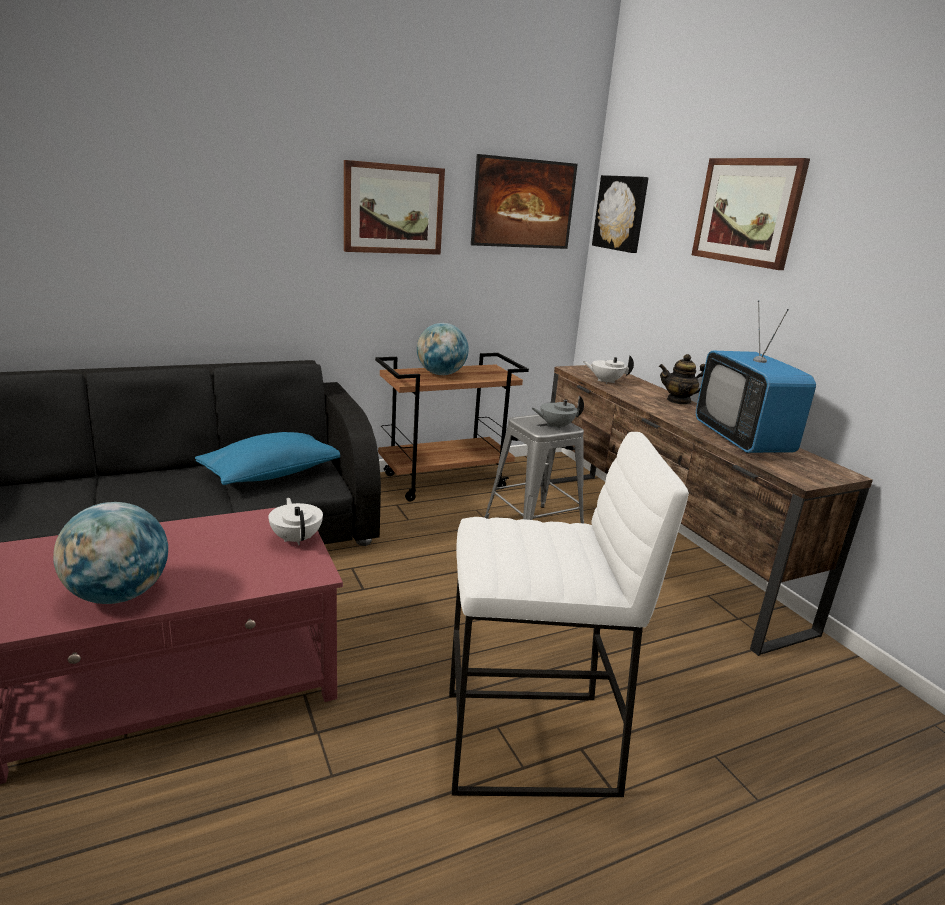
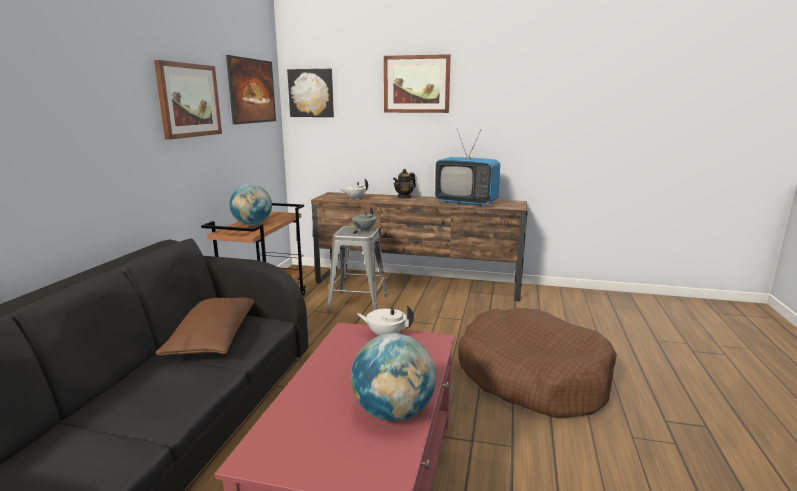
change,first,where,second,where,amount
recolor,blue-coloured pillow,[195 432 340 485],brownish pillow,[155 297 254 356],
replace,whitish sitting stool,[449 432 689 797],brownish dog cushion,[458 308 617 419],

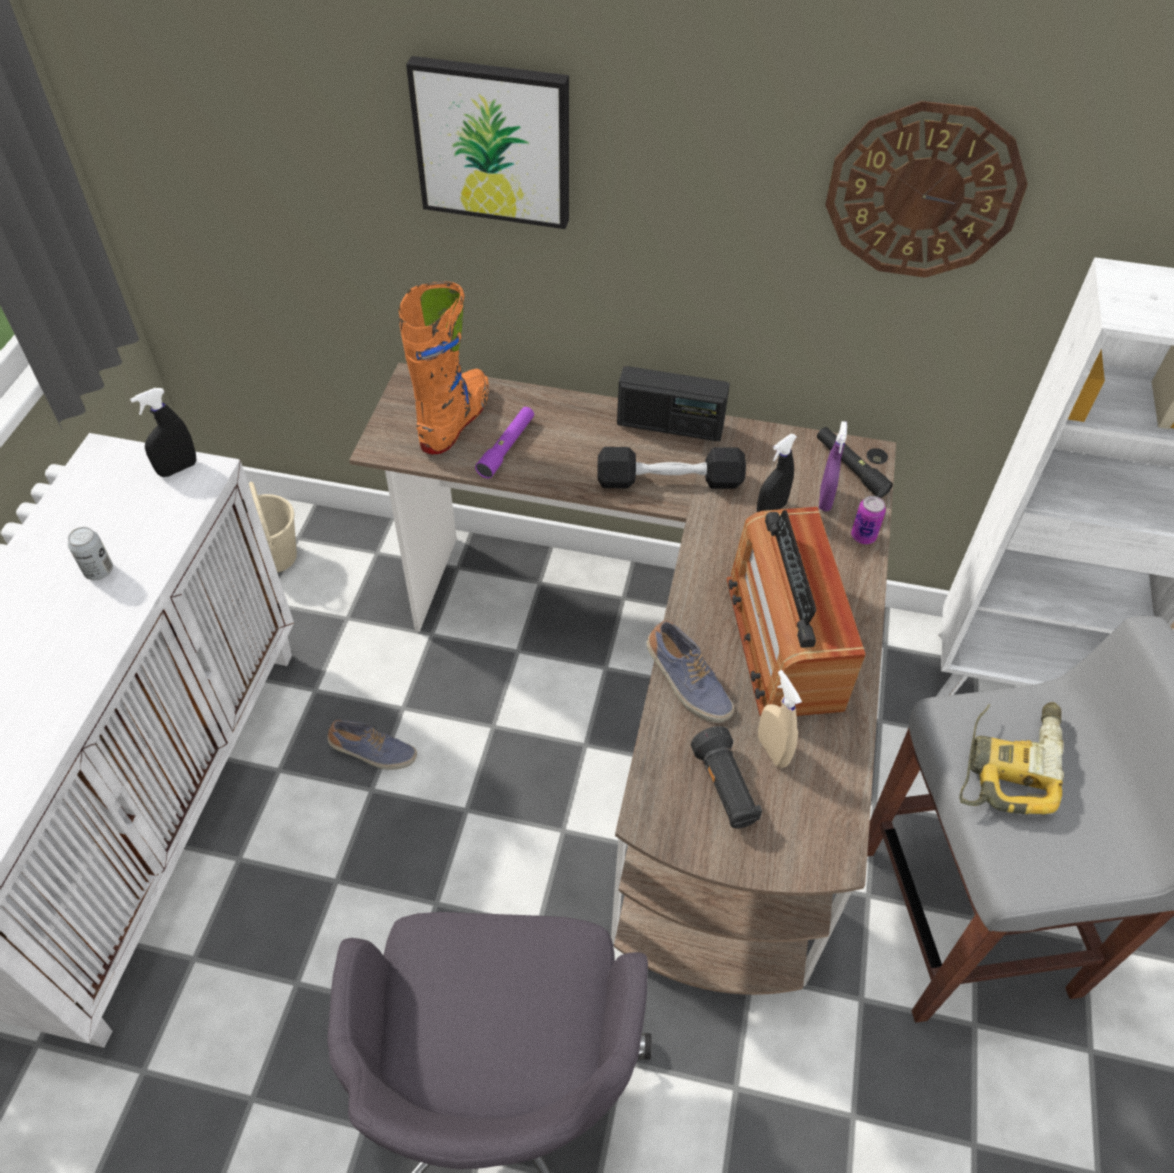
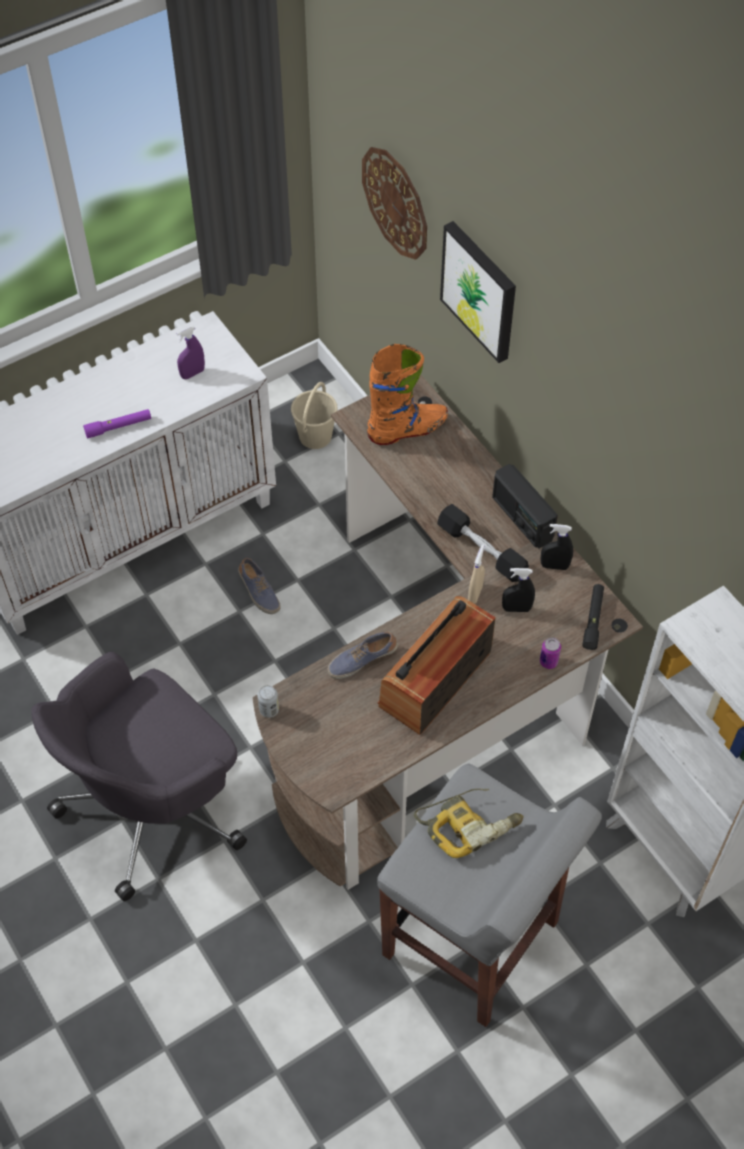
change,first,where,second,where,amount
move,hanging clock,[825 101 1028 278],,[362 147 427 260],
move,black-coloured spray bottle,[130 388 197 477],,[541 524 573 570],
move,purple torch,[475 407 534 478],,[83 409 151 439],
move,purple spray bottle,[819 421 847 511],,[176 326 205 379],
move,sealed can,[68 527 113 580],,[257 685 279 718],
rotate,item of footwear,[646 620 734 723],,[327 632 398 679],60 degrees clockwise
move,beige spray bottle,[758 670 802 768],,[468 544 485 604],
delete,black-coloured torch,[691 726 762 828],,,

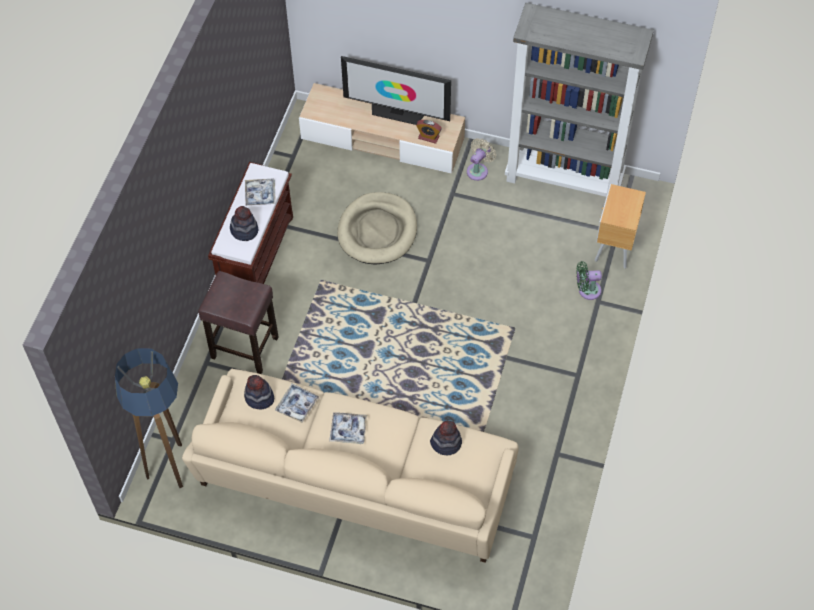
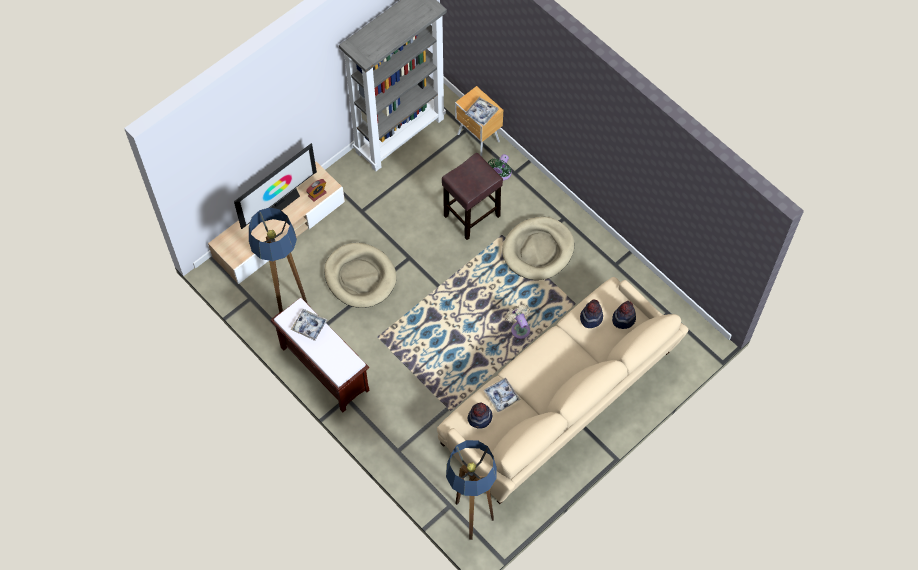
change,first,where,second,where,amount
move,beige cooling fan,[467 138 496 181],,[506 305 530 339],
move,hat,[230 206 258 241],,[612 301 636 329],
move,brownish sitting stool,[198 271 279 374],,[442 153 503 240],
move,tray,[329 412 367 444],,[465 97 499 126],
insert,,,standard lamp,[249 207 308 313],
insert,,,beige dog cushion,[502 216 574 280],

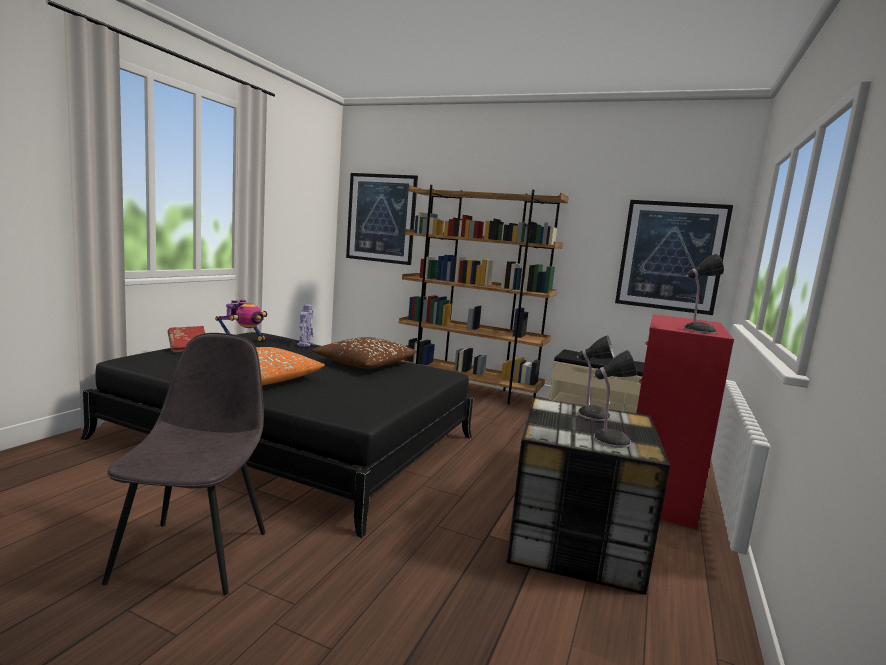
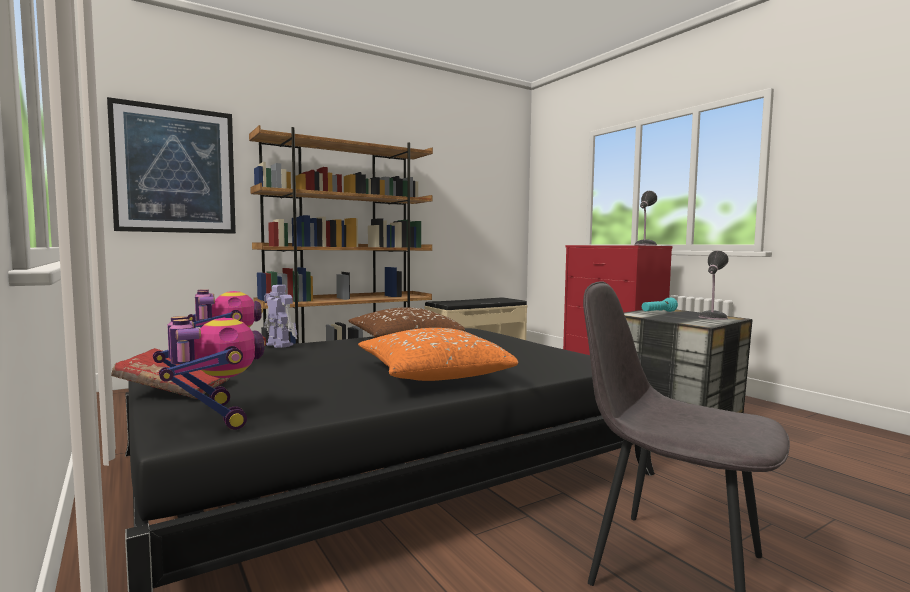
change,first,where,second,where,amount
delete,picture,[615 200 733 315],,,
replace,table lamp,[577 335 614 421],blue-green torch,[642 298 678 312],
insert,,,robot figure,[153 316 265 430],

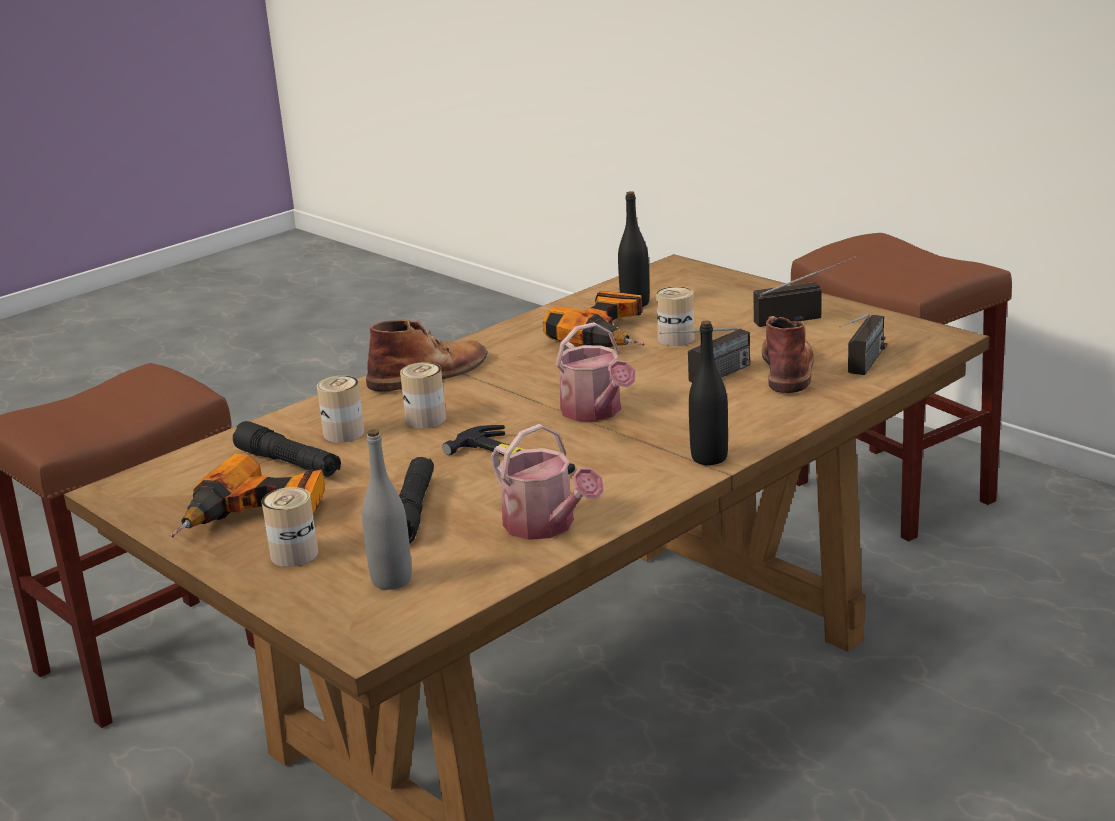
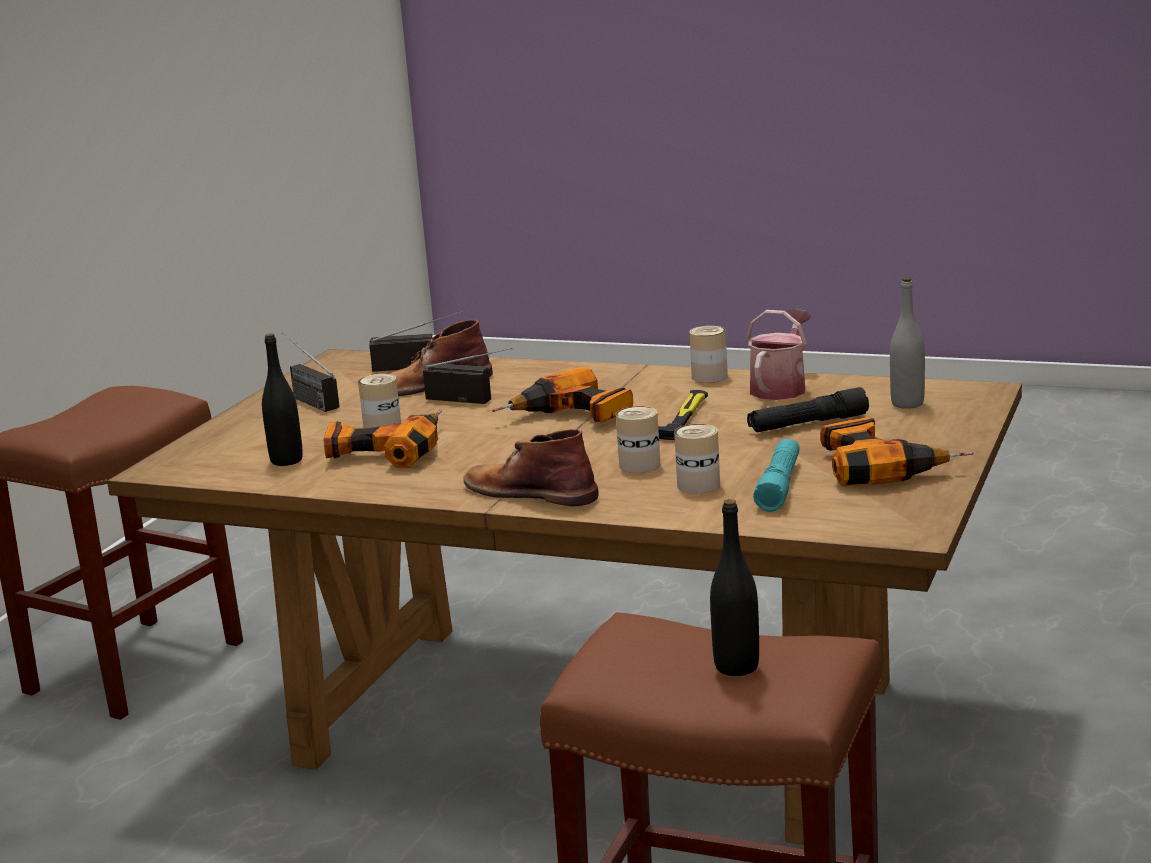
change,first,where,second,where,amount
move,black-coloured beverage bottle,[689 320 728 465],,[710 499 759 676],
replace,watering can,[556 322 635 421],drill,[492 367 633 423],
recolor,black-coloured torch,[233 421 341 477],blue-green torch,[753 439 800 512],
move,sealed can,[261 487 318 567],,[689 326 728 383],

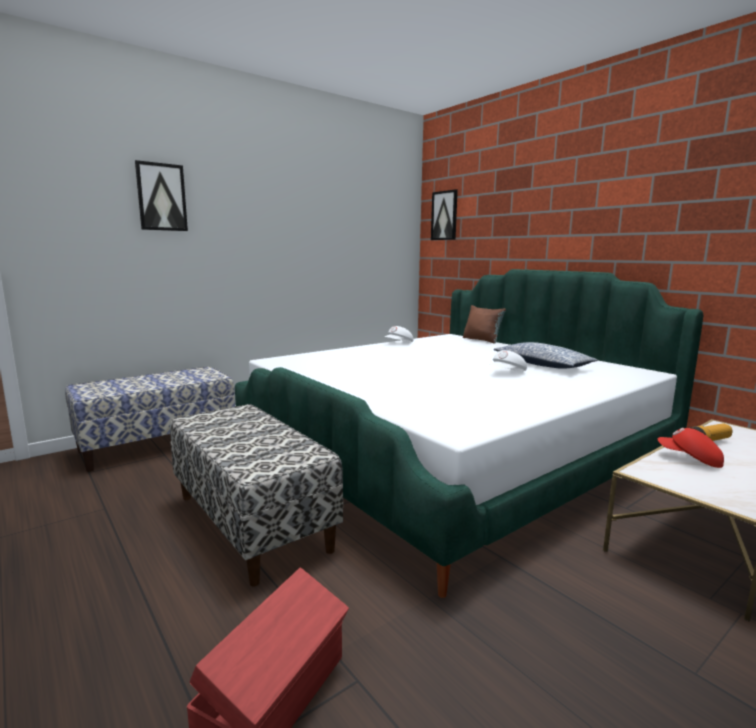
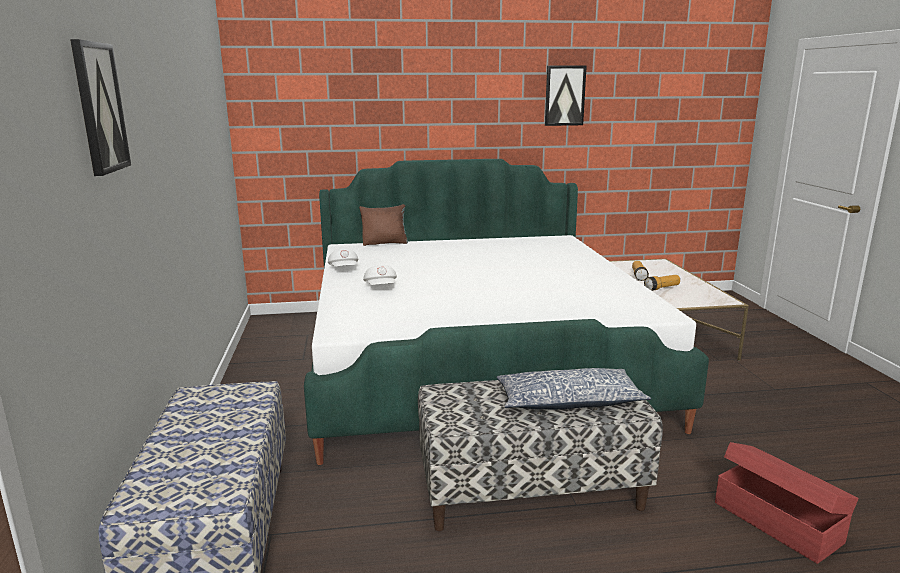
change,first,where,second,where,amount
move,picture,[431 189 458 240],,[545 66 587 126],
move,pillow,[494 342 598 369],,[497 368 651 409],
move,whitish cap,[489 350 527 371],,[363 265 397 285],
replace,reddish cap,[658 428 724 468],torch,[644 275 680 291],

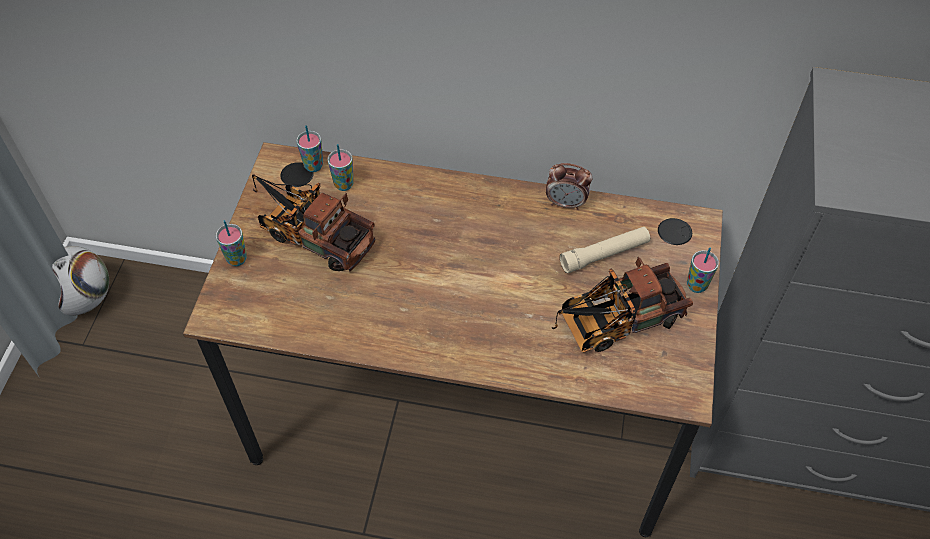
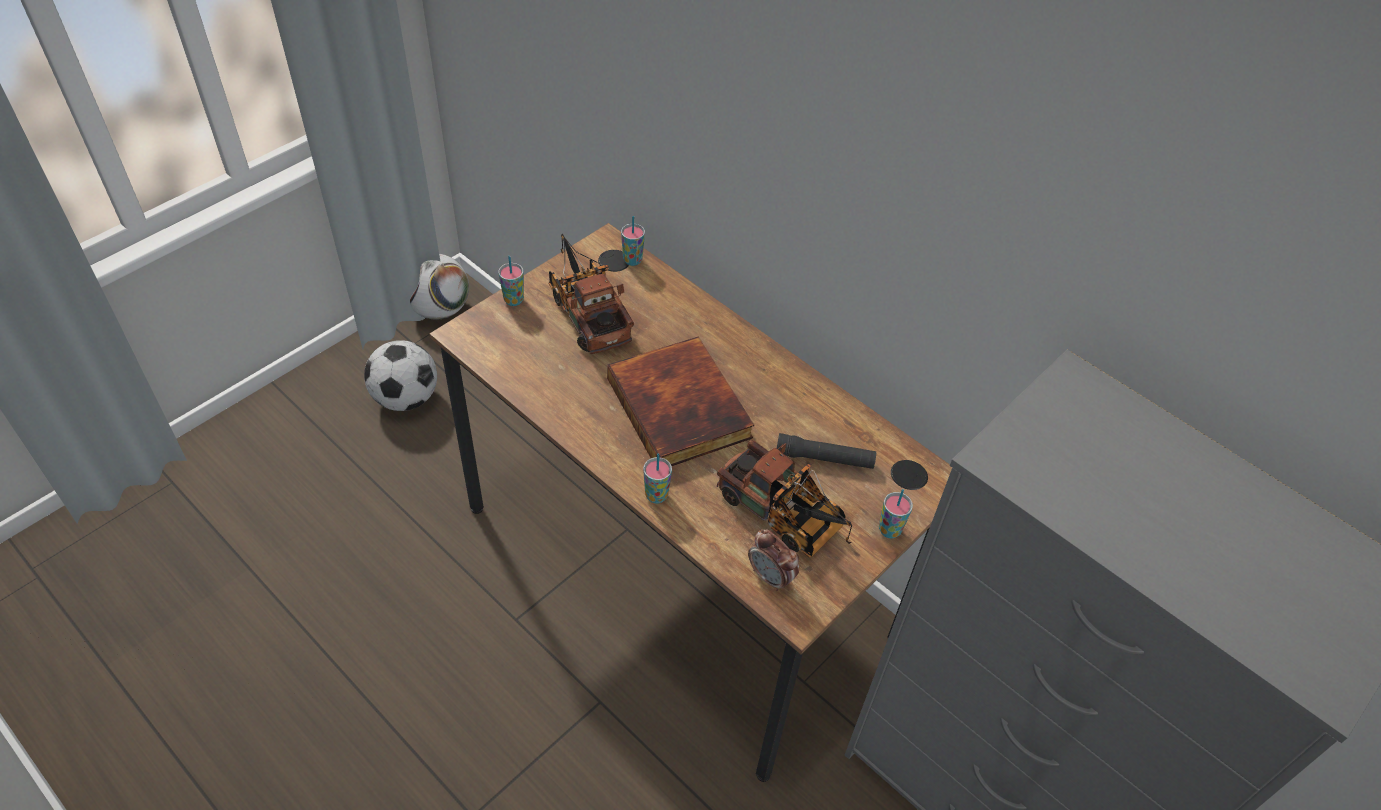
change,first,where,second,where,amount
move,small cup,[328 144 354 191],,[643 454 672 504],
move,alarm clock,[546 163 592 210],,[748 529 799 592],
recolor,beige torch,[560 227 650 273],black-coloured torch,[777 433 876 469],
rotate,model truck,[552 257 693 353],,[717 440 852 558],150 degrees counterclockwise
insert,,,book,[607 336 754 466],
insert,,,football,[364 340 437 411],

